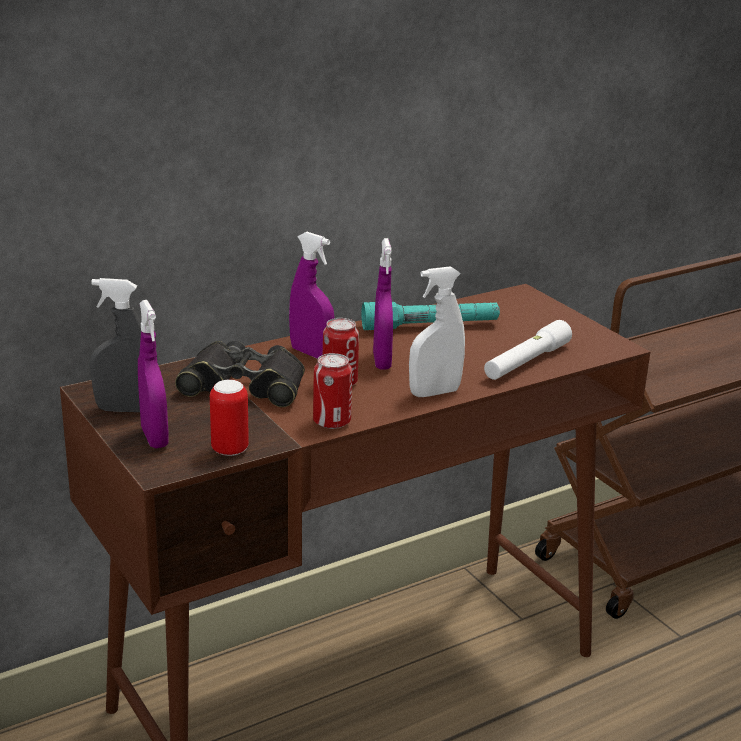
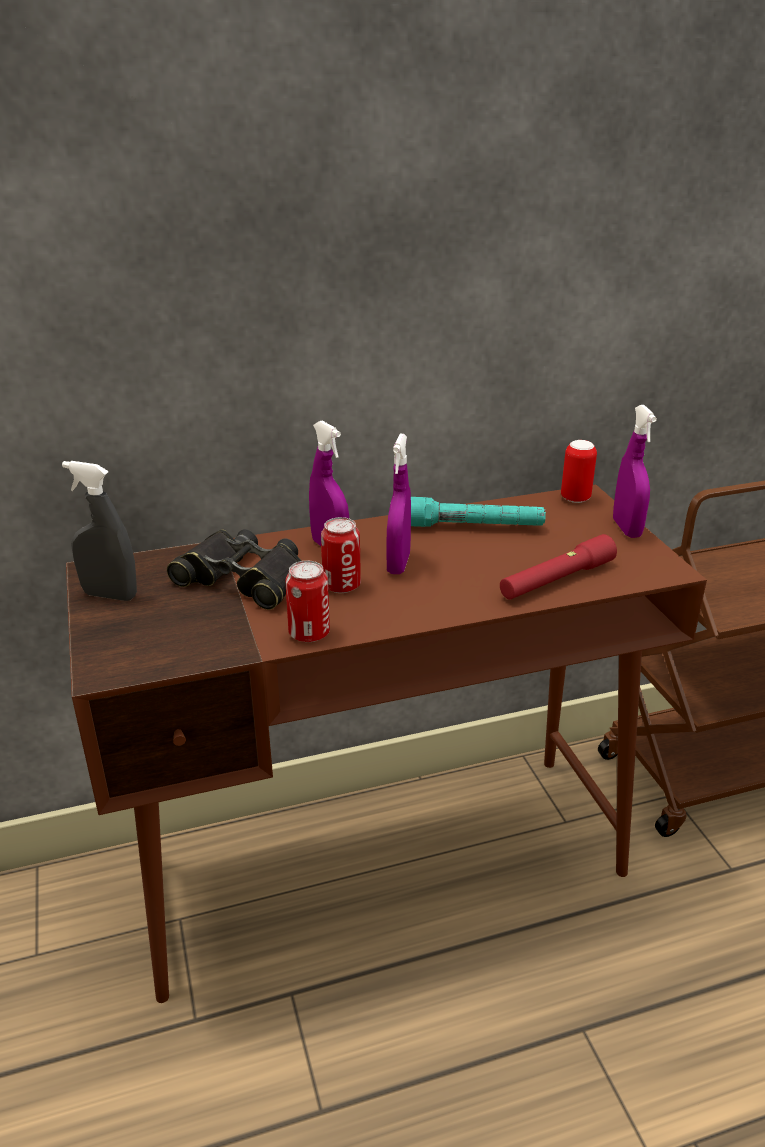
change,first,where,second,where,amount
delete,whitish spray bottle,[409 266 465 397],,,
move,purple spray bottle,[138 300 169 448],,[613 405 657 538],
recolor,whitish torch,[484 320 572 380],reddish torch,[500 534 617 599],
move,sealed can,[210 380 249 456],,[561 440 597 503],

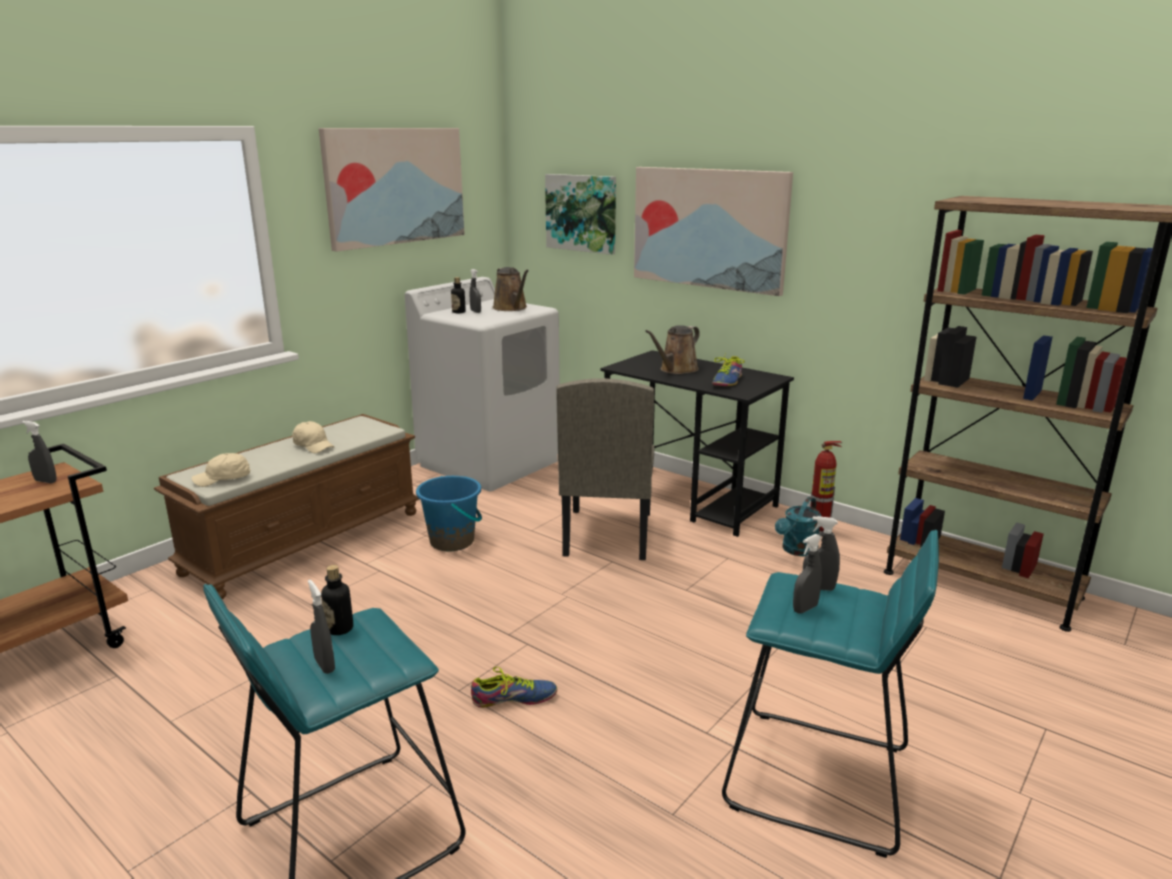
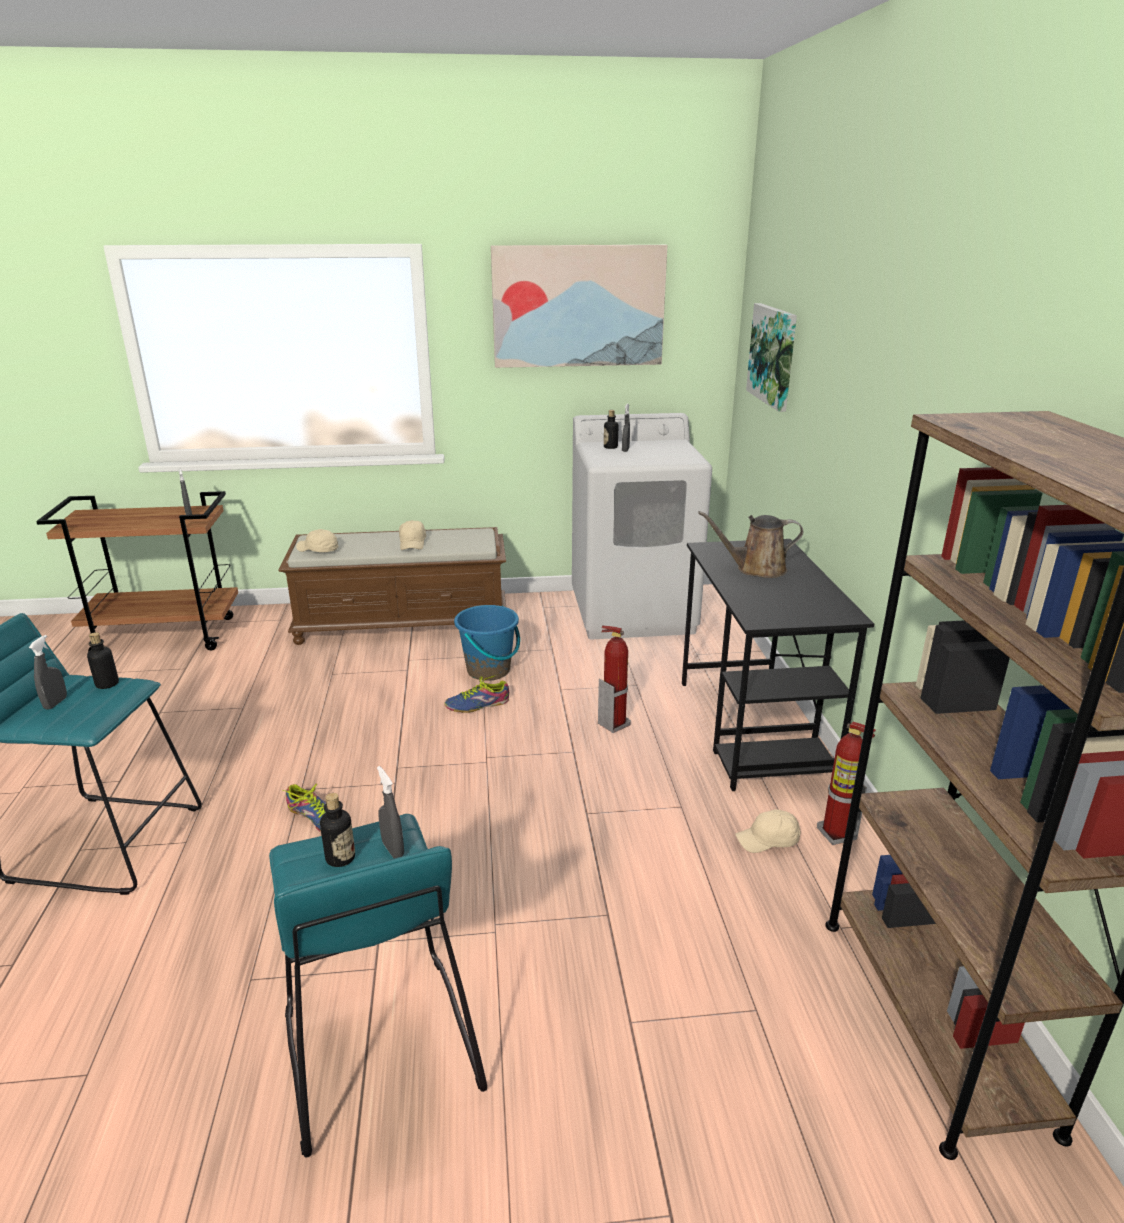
change,first,where,second,where,amount
delete,picture,[634 167 793 296],,,
delete,brownish watering can,[493 267 529 311],,,
move,item of footwear,[712 353 744 386],,[444 674 509 712],
replace,beige plain chair,[556 378 655 560],fire extinguisher,[598 625 631 733],
replace,blue-green watering can,[775 497 821 556],beige cap,[735 809 801 853],
replace,grey spray bottle,[793 534 822 614],beverage bottle,[320 793 355 867],

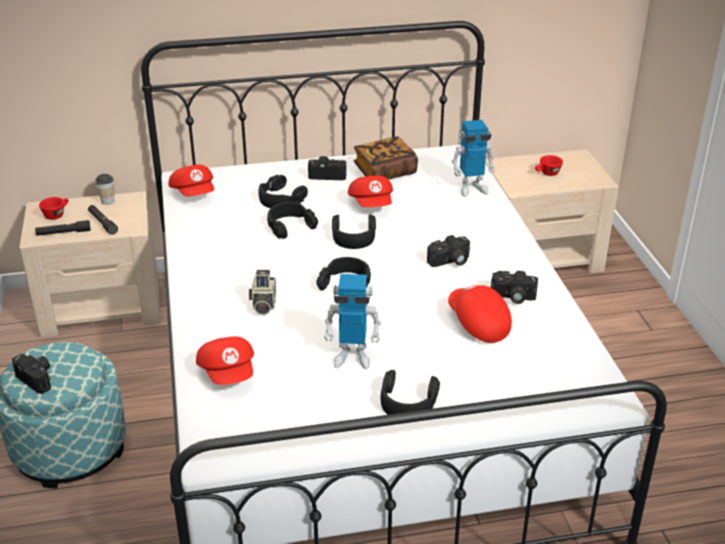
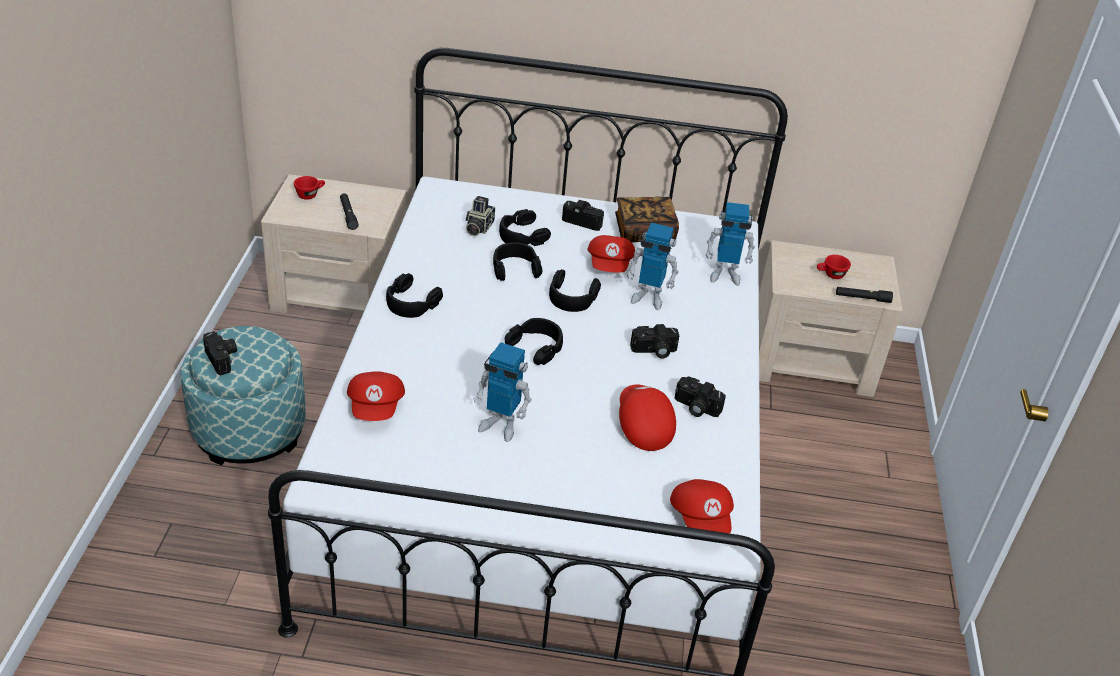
change,first,where,second,where,amount
move,reddish cap,[168 164 214 197],,[670 479 734 533],
delete,small cup,[95 174 115 205],,,
move,black-coloured torch,[35 220 91 236],,[836 287 893 303],
move,still camera,[249 270 276 315],,[465 196 495 236],
move,black-coloured pair of headphones,[380 369 440 415],,[386 273 443 318],
insert,,,robot figure,[627 223 678 310],

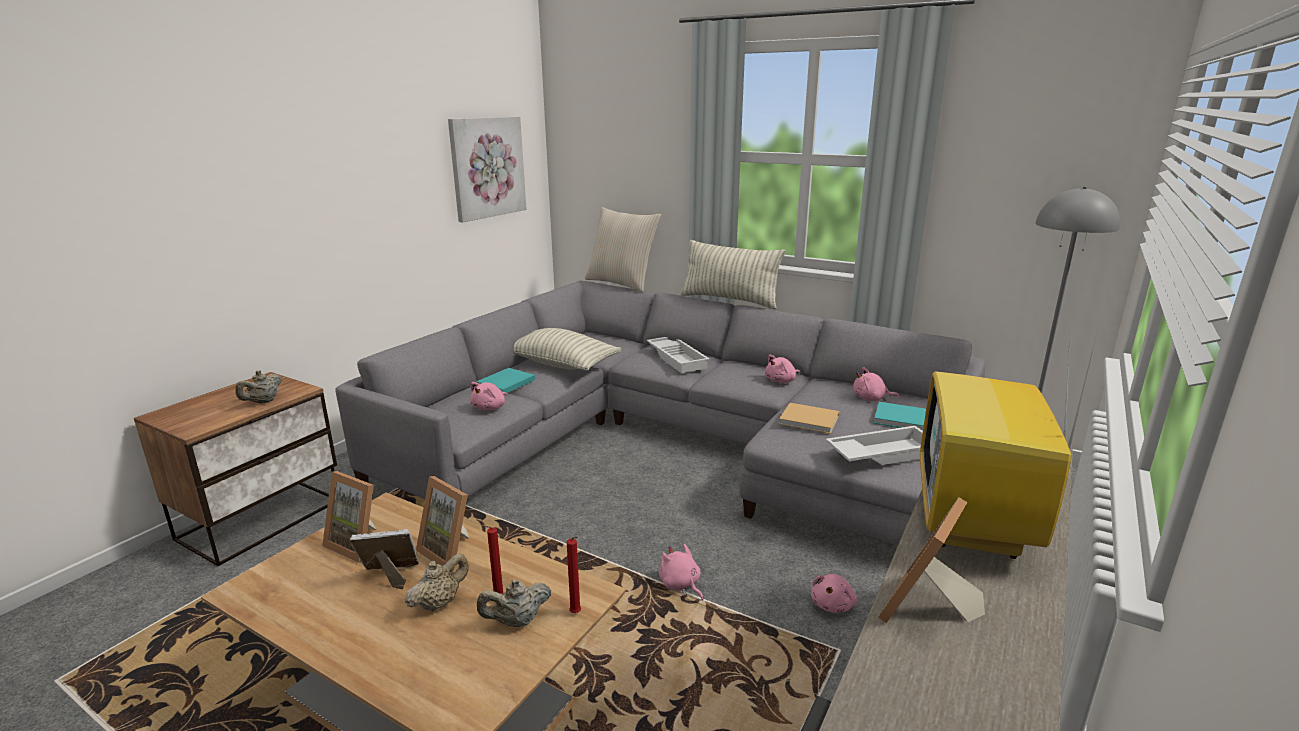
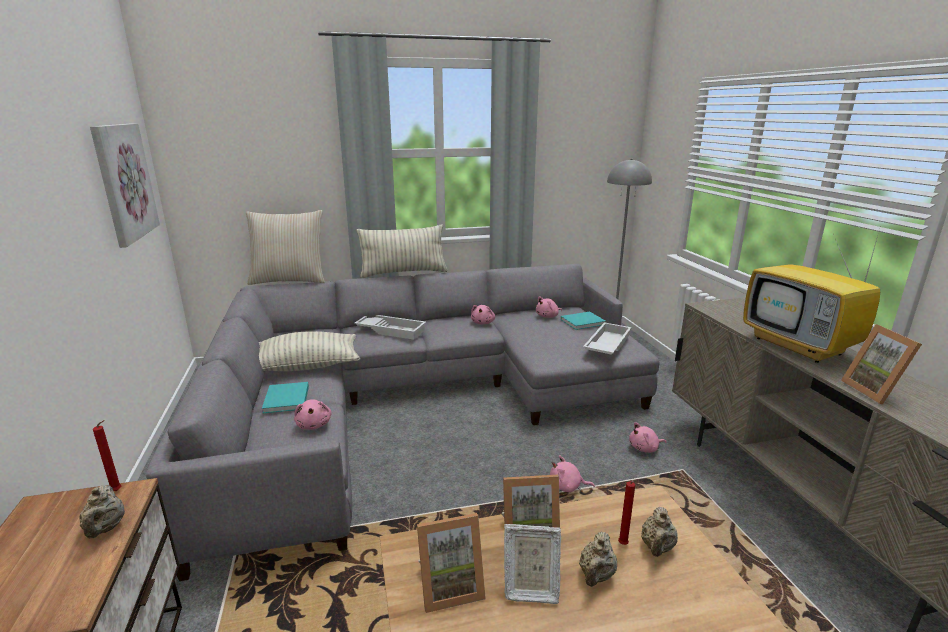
change,first,where,second,where,amount
delete,beige book,[779 403 839 434],,,
rotate,picture frame,[350 529 419 589],,[504 524 561 604],120 degrees counterclockwise
move,reddish wax candle,[567 536 581 613],,[93 420 121 491],
rotate,beige teapot,[405 553 469 612],,[579 531 617 587],150 degrees counterclockwise
rotate,pink soft toy,[811 574 857 613],,[629 422 666 453],90 degrees clockwise

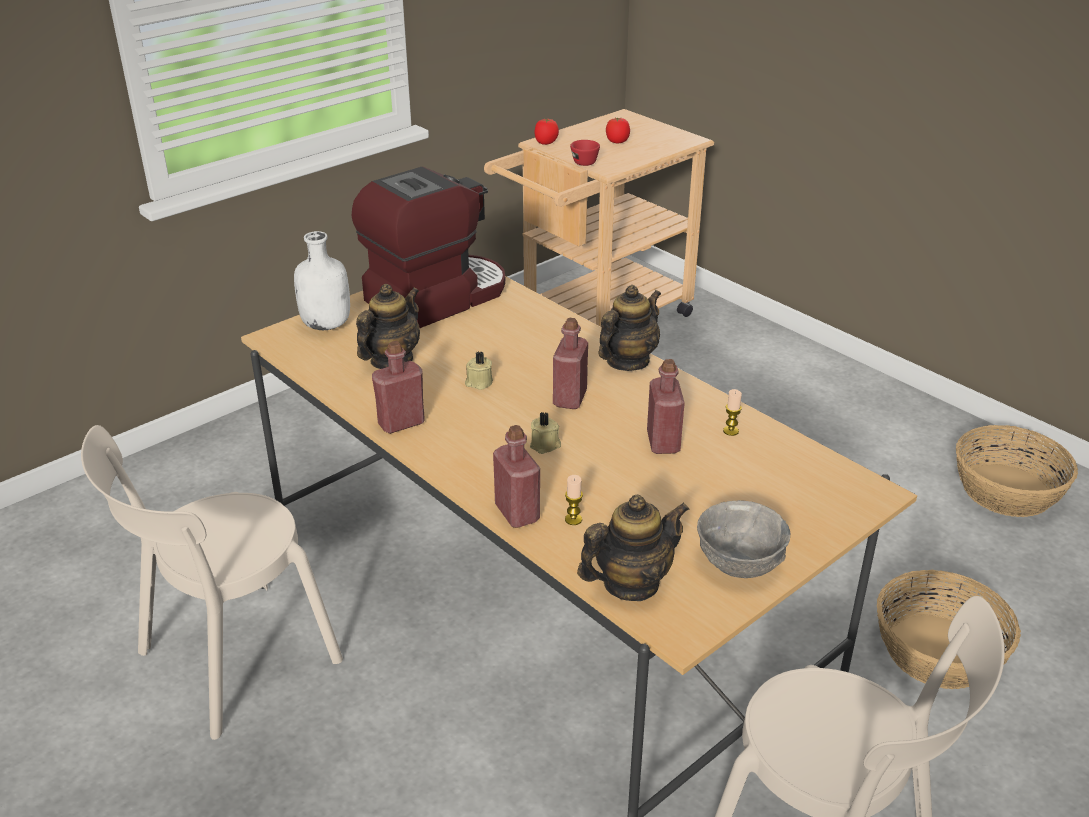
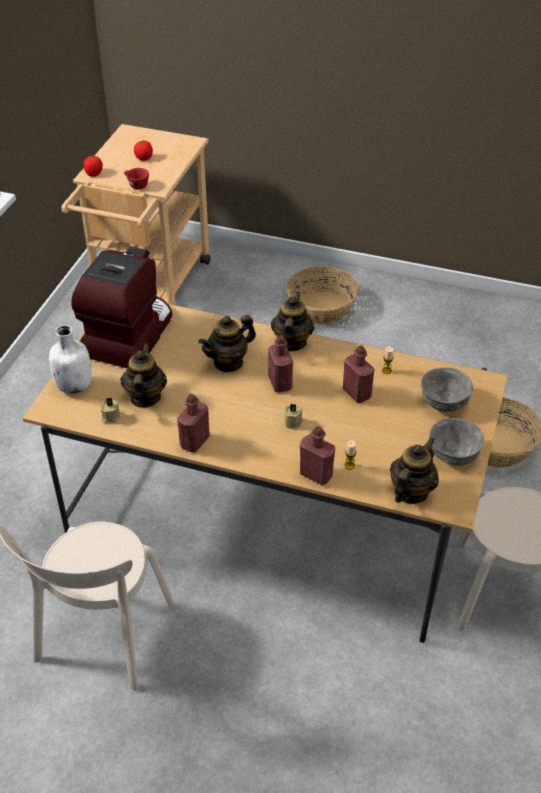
change,first,where,second,where,amount
move,beige wax candle,[465 352 493 390],,[101 397 120 423],
move,household basket,[956 425 1078 517],,[287 266 359 325],
insert,,,teapot,[198 315 256 373],
insert,,,grey serving bowl,[421 367 473 412],

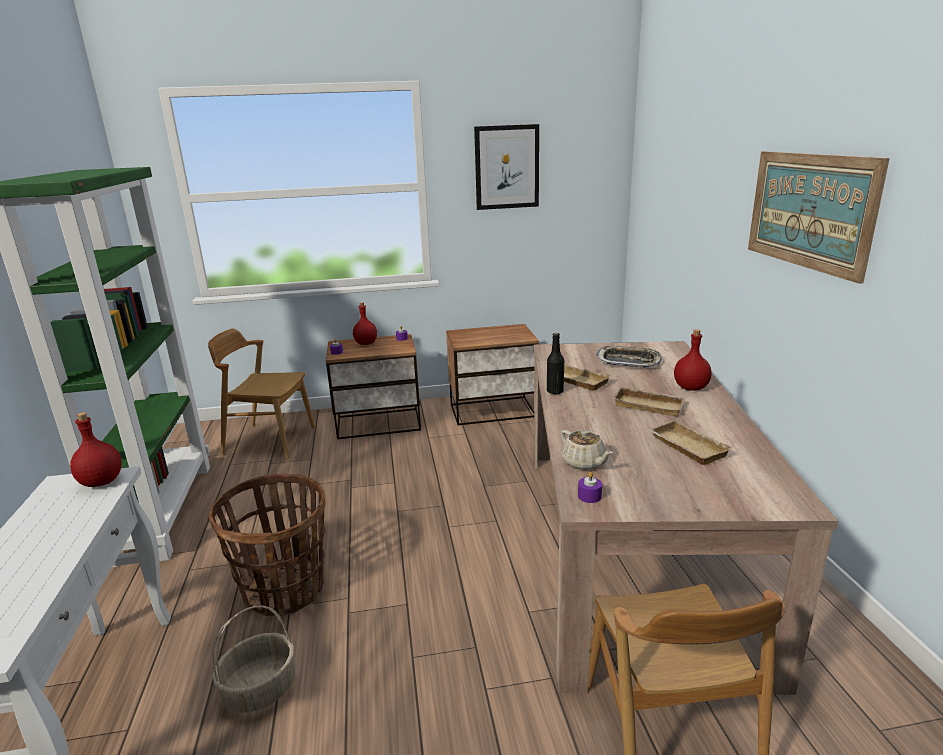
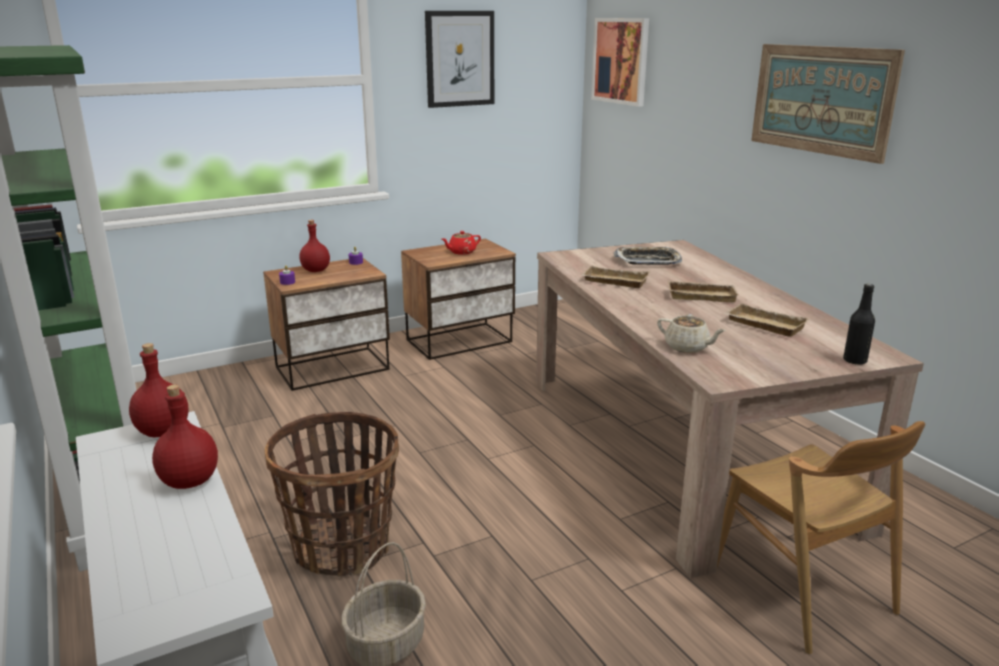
change,first,where,second,where,amount
delete,brownish plain chair,[208 328 315 459],,,
move,reddish beverage bottle,[674 329 712 391],,[152 385 218 489],
move,black-coloured beverage bottle,[547 333 564 395],,[843 284 875 365],
delete,purple wax candle,[578 472 602 503],,,
insert,,,picture,[591 18 649 107],
insert,,,reddish teapot,[442 231 481 255],

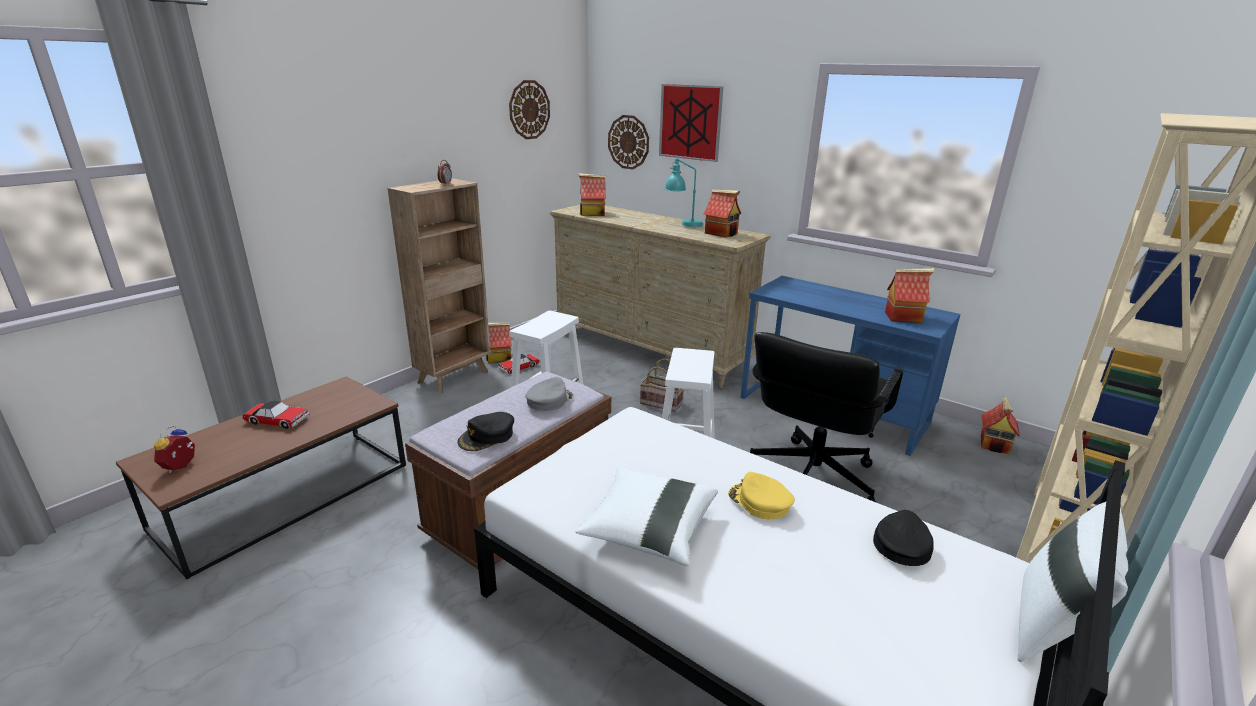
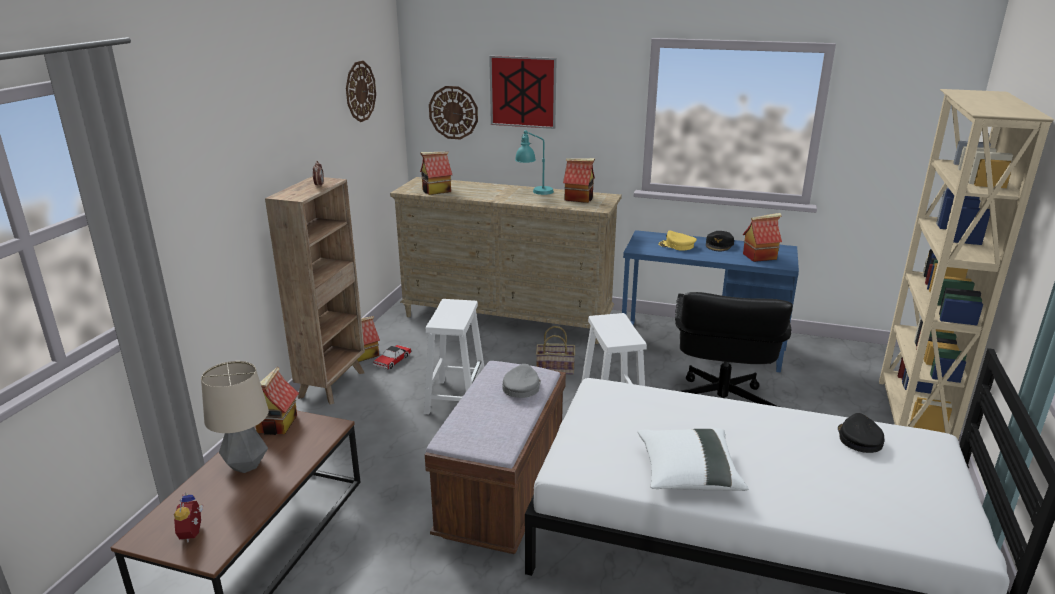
change,first,where,second,where,amount
move,miniature house,[981 396 1020 454],,[256 366 299 435],
replace,toy car,[243 400 310 429],table lamp,[201 361 269 473],
move,black-coloured cap,[458 412 514 451],,[706 231 734 251],
move,yellowish cap,[728 472 795 519],,[658 231 697 250],
delete,whitish pillow,[1018 502 1128 662],,,

